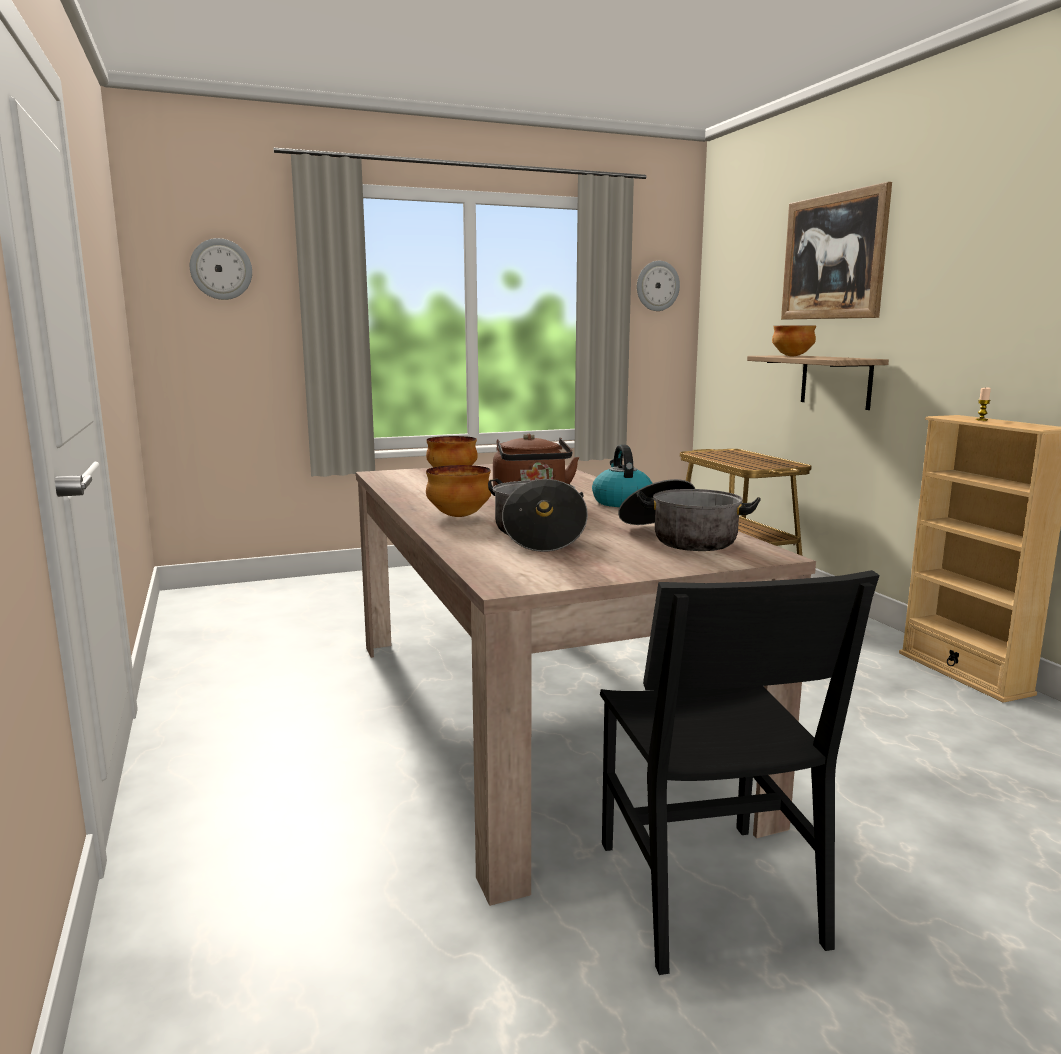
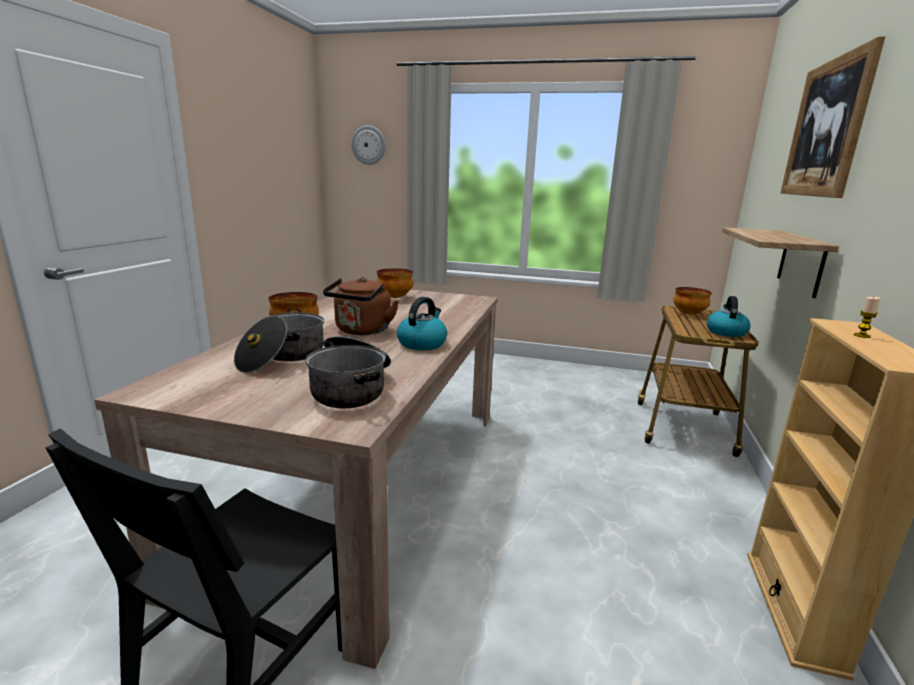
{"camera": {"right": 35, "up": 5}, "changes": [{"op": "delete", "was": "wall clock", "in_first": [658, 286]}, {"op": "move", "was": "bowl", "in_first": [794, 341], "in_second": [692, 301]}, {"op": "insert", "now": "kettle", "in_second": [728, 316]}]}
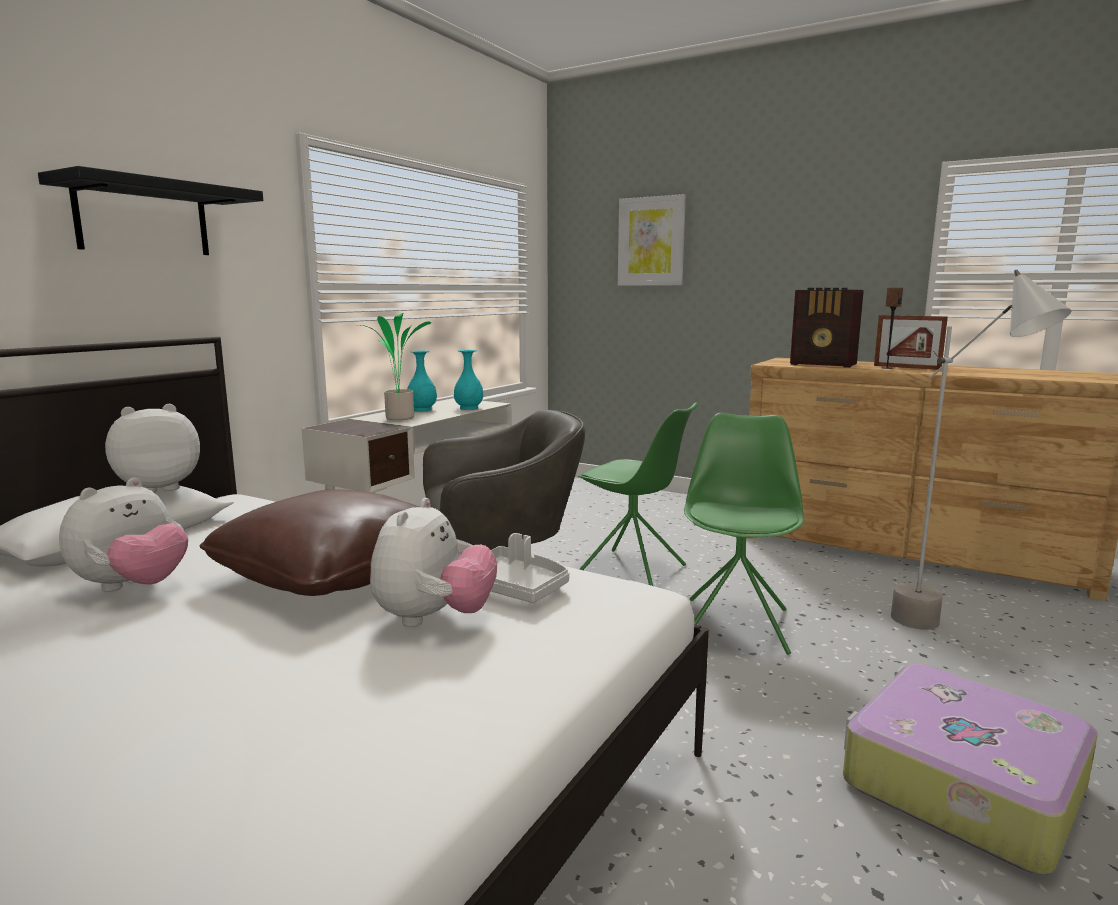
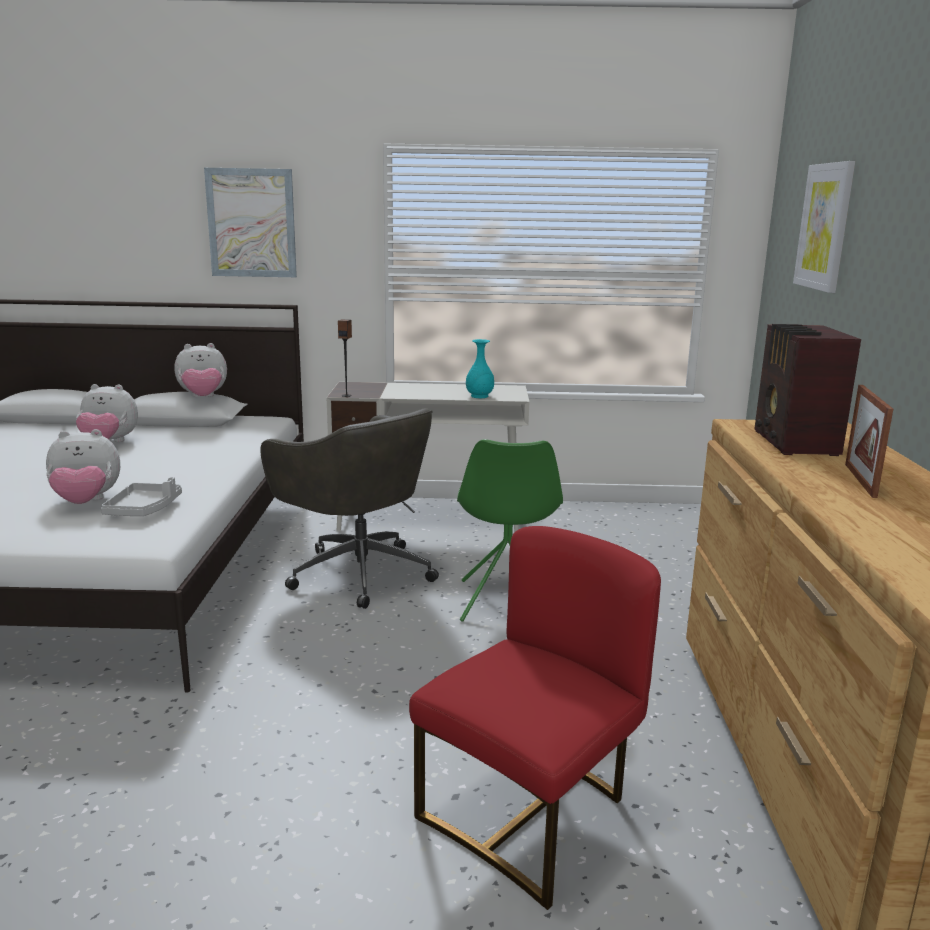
{"camera": {"right": 60, "up": 5}, "changes": [{"op": "replace", "was": "blackish bracket shelf", "now": "picture", "in_first": [150, 210], "in_second": [250, 222]}, {"op": "rotate", "was": "soft toy", "in_first": [152, 448], "in_second": [200, 370], "clockwise": 135}, {"op": "delete", "was": "brown-coloured throw pillow", "in_first": [309, 542]}, {"op": "delete", "was": "potted plant", "in_first": [393, 366]}, {"op": "delete", "was": "turquoise vase", "in_first": [422, 380]}, {"op": "delete", "was": "greenish plain chair", "in_first": [744, 534]}, {"op": "delete", "was": "travel case", "in_first": [970, 769]}, {"op": "move", "was": "loudspeaker", "in_first": [892, 328], "in_second": [345, 358]}, {"op": "replace", "was": "greyish standard lamp", "now": "red-coloured plain chair", "in_first": [981, 449], "in_second": [535, 718]}]}
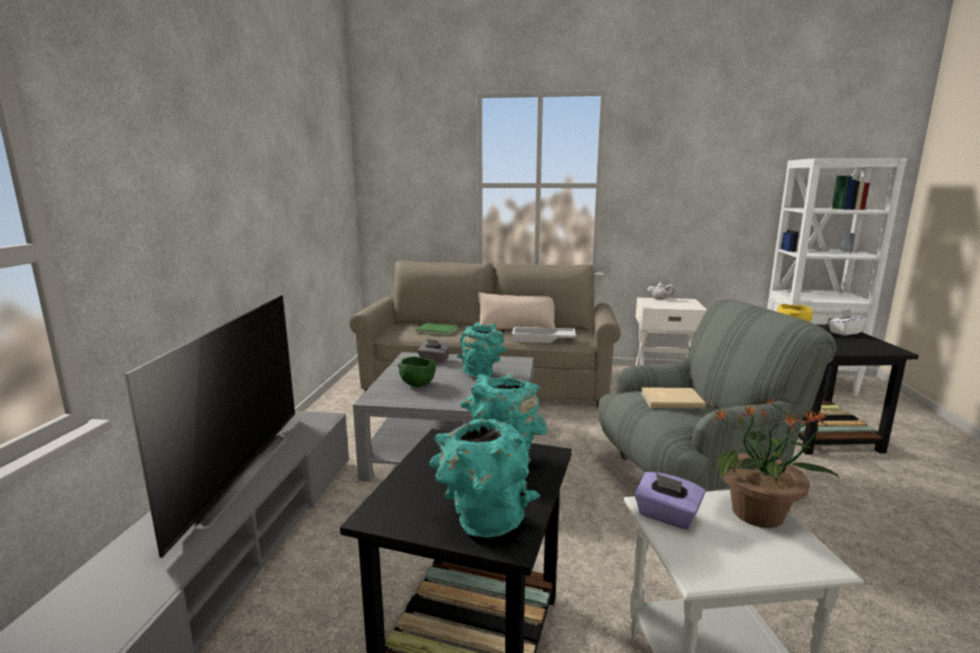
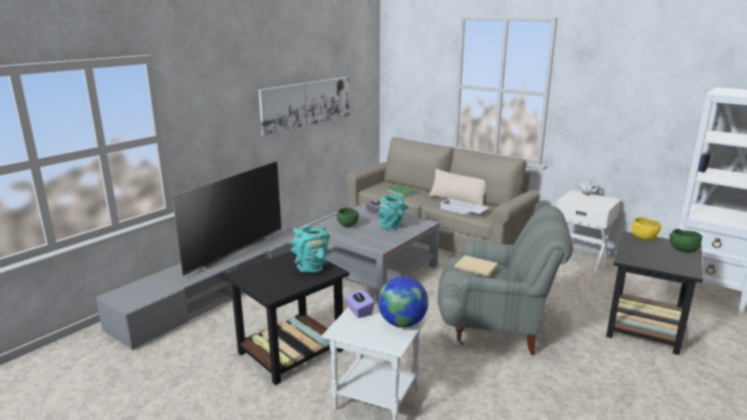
{"camera": {"right": 30, "up": 5}, "changes": [{"op": "delete", "was": "turquoise vase", "in_first": [485, 478]}, {"op": "replace", "was": "potted plant", "now": "globe", "in_first": [775, 463], "in_second": [403, 301]}, {"op": "replace", "was": "whitish box of tissues", "now": "greenish bowl", "in_first": [847, 322], "in_second": [686, 241]}, {"op": "insert", "now": "picture", "in_second": [304, 106]}]}
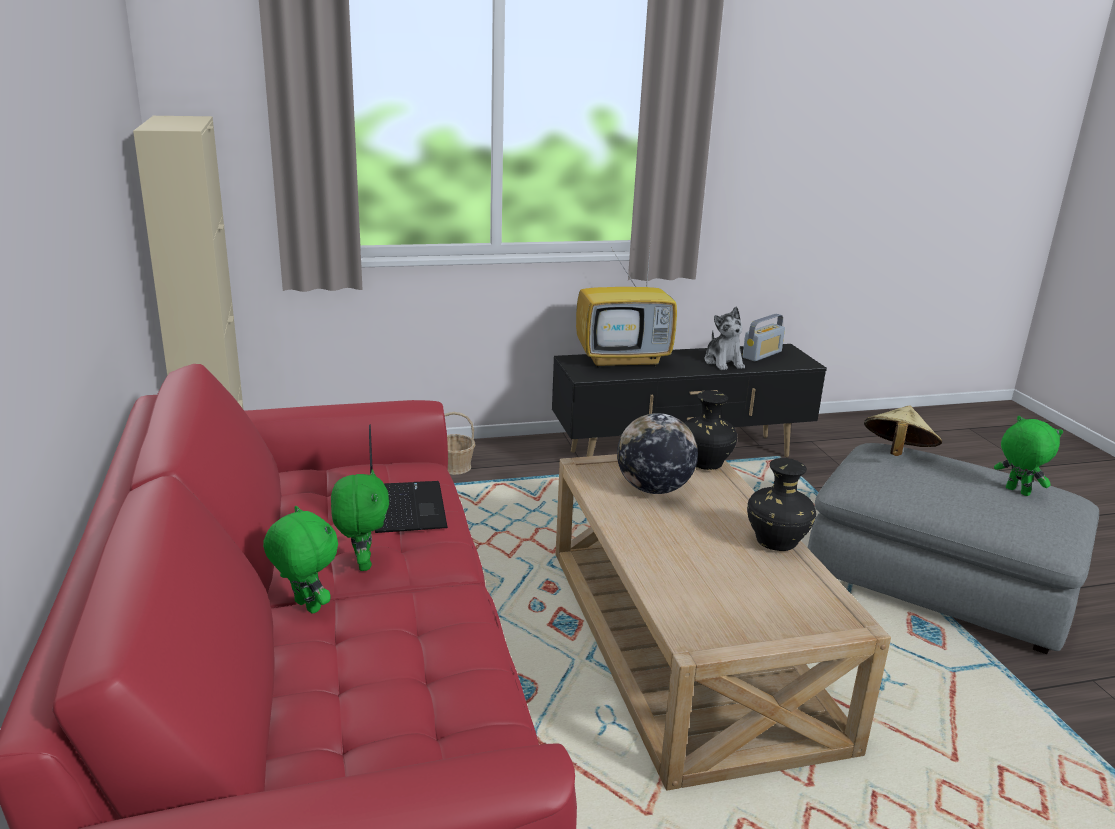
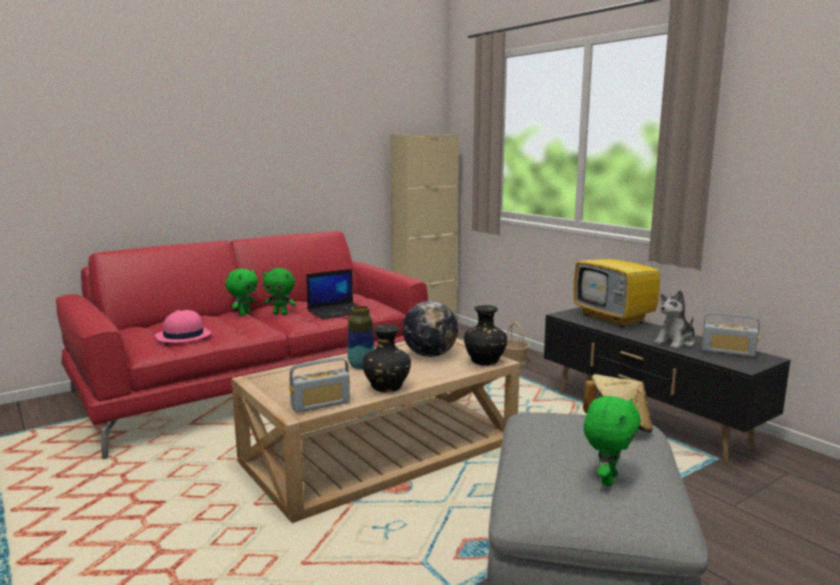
{"camera": {"right": 70, "up": -10}, "changes": [{"op": "rotate", "was": "greenish soft toy", "in_first": [360, 520], "in_second": [279, 291], "clockwise": 45}, {"op": "insert", "now": "pink-coloured hat", "in_second": [183, 326]}, {"op": "insert", "now": "radio receiver", "in_second": [320, 385]}, {"op": "insert", "now": "vase", "in_second": [360, 337]}]}
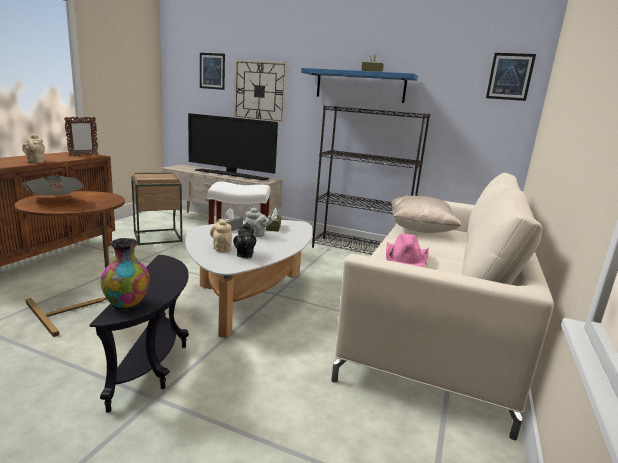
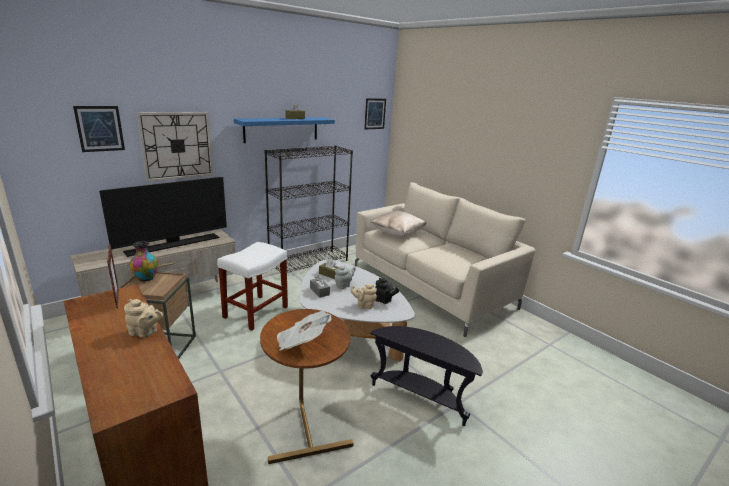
{"camera": {"right": -60, "up": 5}, "changes": [{"op": "move", "was": "vase", "in_first": [125, 274], "in_second": [144, 261]}, {"op": "delete", "was": "pink-coloured hat", "in_first": [407, 250]}]}
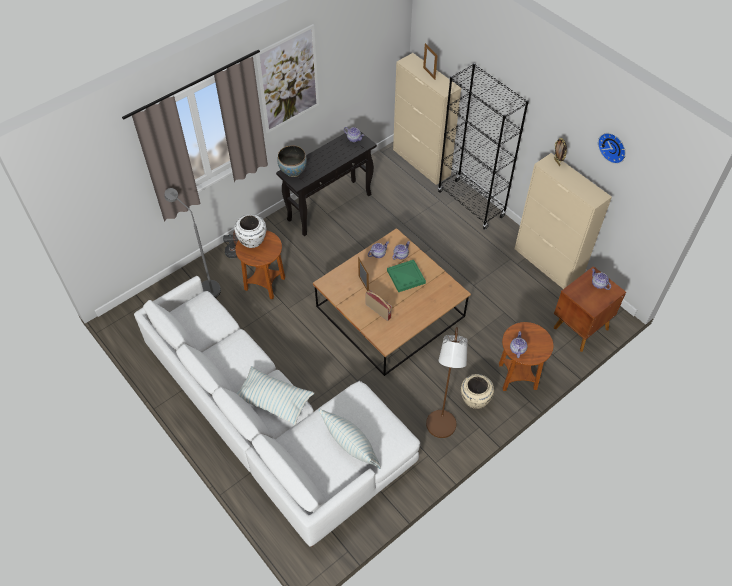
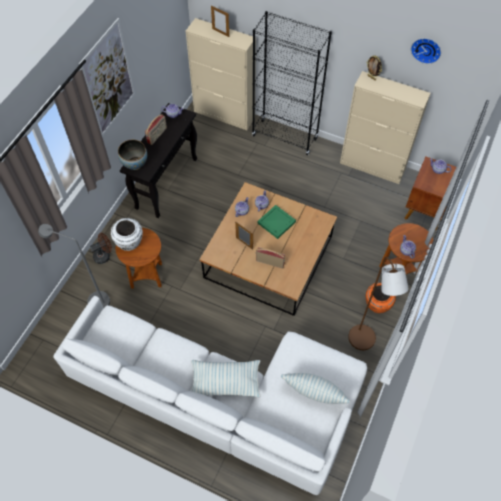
{"camera": {"right": -25, "up": 5}, "changes": [{"op": "recolor", "was": "sand-coloured vase", "now": "orange vase", "in_first": [477, 391], "in_second": [381, 297]}, {"op": "insert", "now": "radio receiver", "in_second": [156, 129]}]}
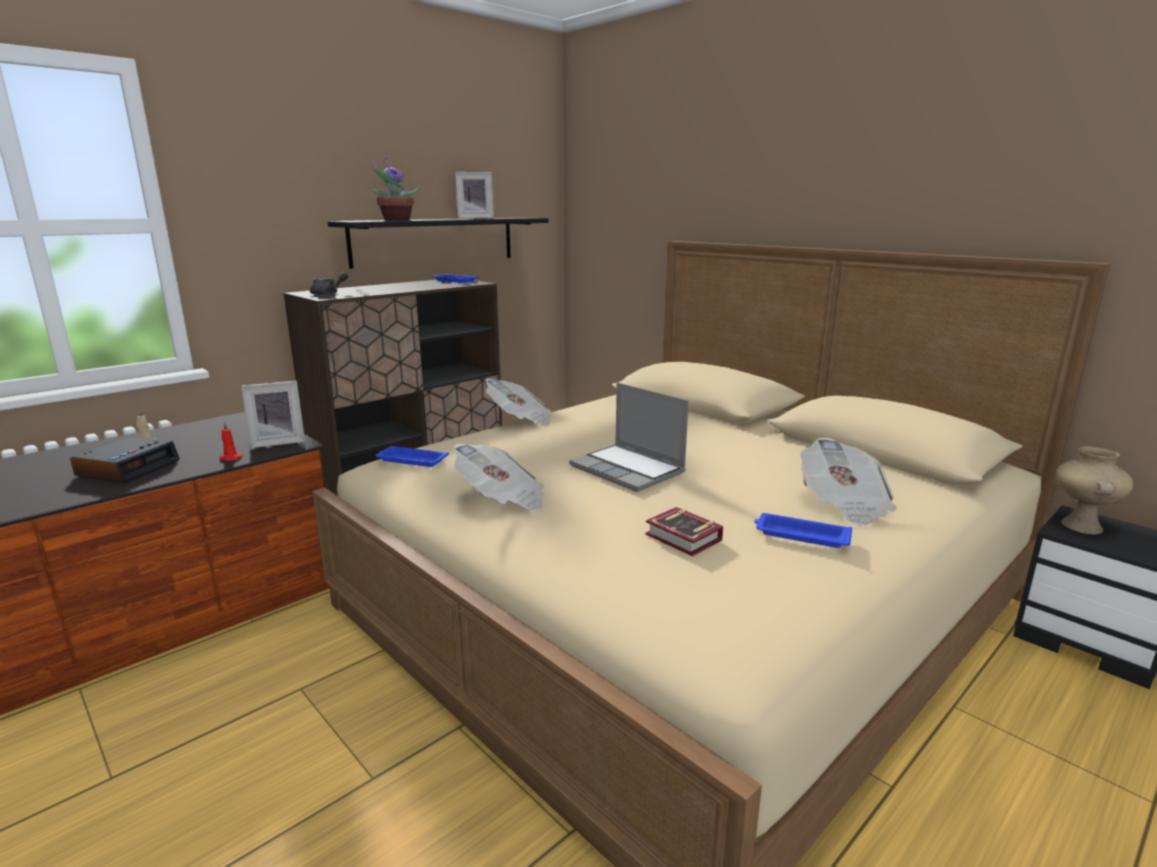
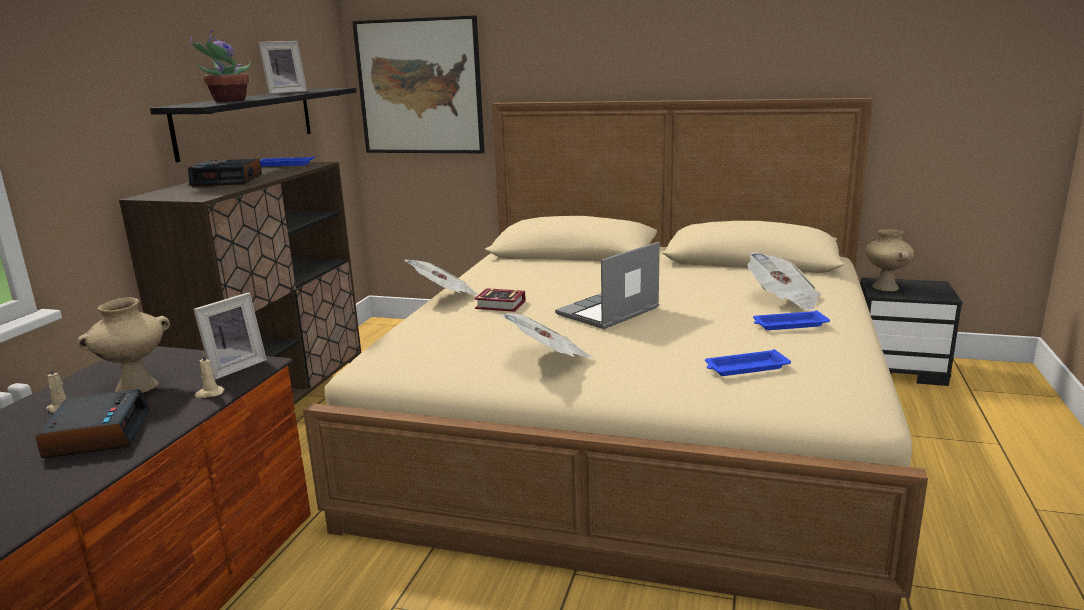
{"camera": {"right": -30, "up": 0}, "changes": [{"op": "recolor", "was": "red-coloured wax candle", "now": "sand-coloured wax candle", "in_first": [231, 441], "in_second": [209, 375]}, {"op": "delete", "was": "greyish teapot", "in_first": [329, 283]}, {"op": "move", "was": "blue carrying tray", "in_first": [412, 456], "in_second": [748, 362]}, {"op": "rotate", "was": "notebook computer", "in_first": [629, 437], "in_second": [607, 285], "clockwise": 120}, {"op": "move", "was": "bound book", "in_first": [684, 531], "in_second": [500, 300]}, {"op": "insert", "now": "sand-coloured vase", "in_second": [123, 345]}, {"op": "insert", "now": "bedside clock", "in_second": [225, 172]}, {"op": "insert", "now": "picture", "in_second": [418, 84]}]}
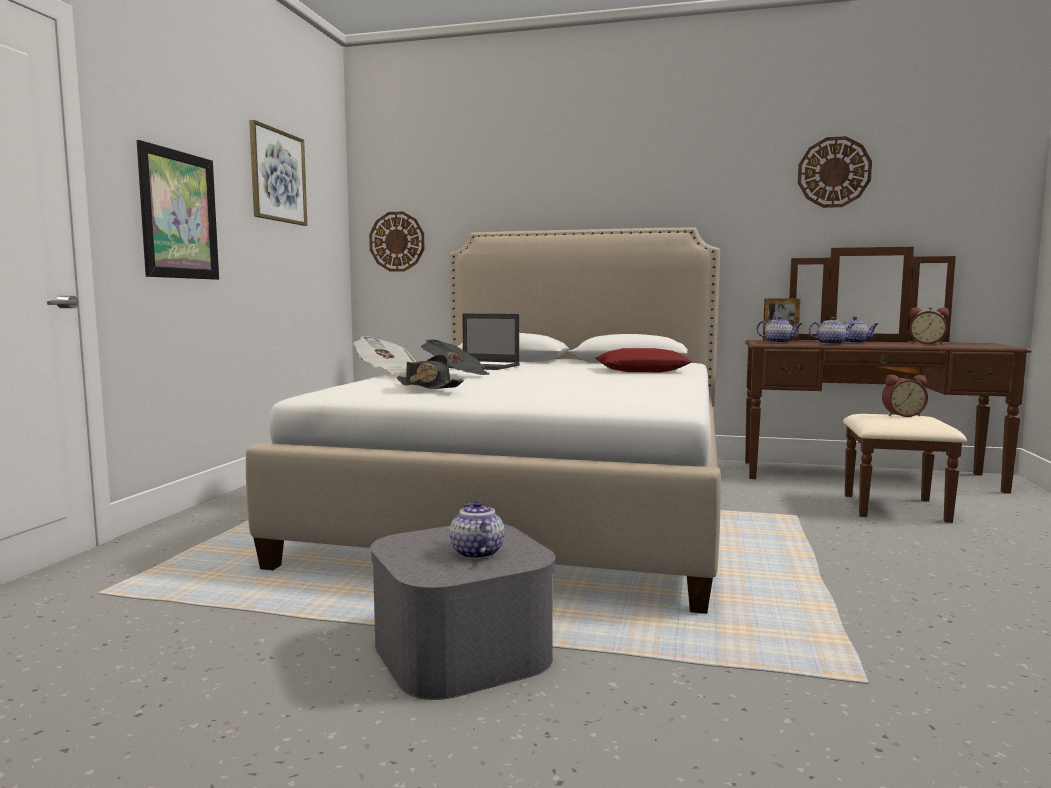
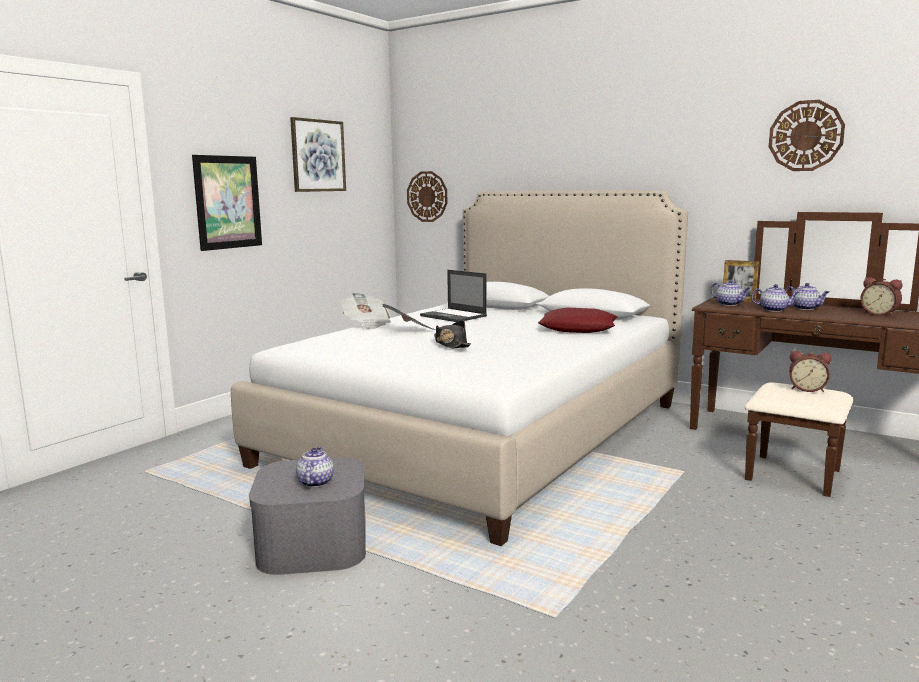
{"camera": {"right": 20, "up": 5}, "changes": [{"op": "move", "was": "blackish hat", "in_first": [430, 371], "in_second": [452, 334]}]}
